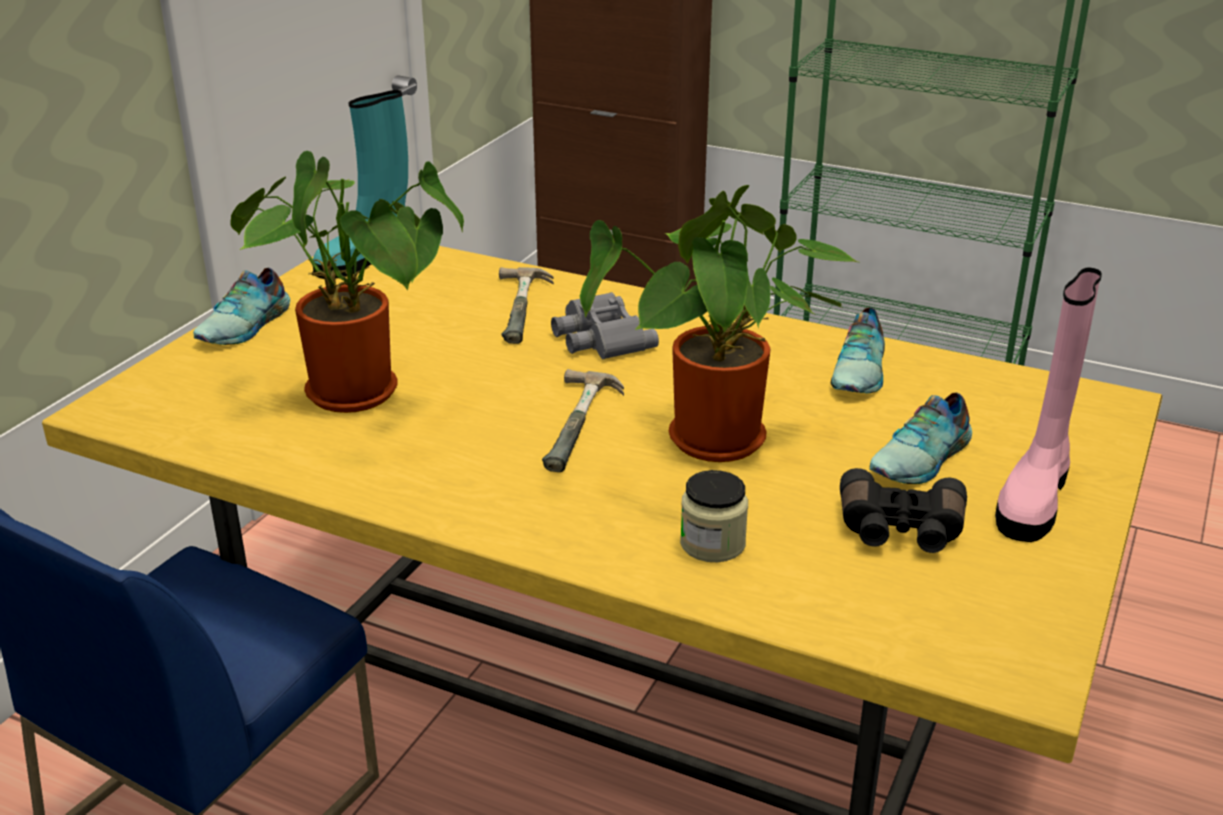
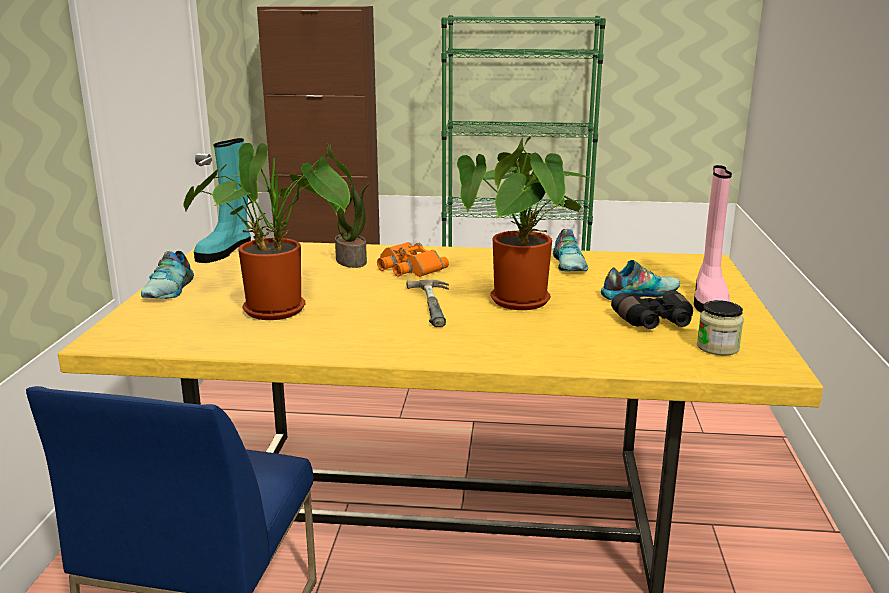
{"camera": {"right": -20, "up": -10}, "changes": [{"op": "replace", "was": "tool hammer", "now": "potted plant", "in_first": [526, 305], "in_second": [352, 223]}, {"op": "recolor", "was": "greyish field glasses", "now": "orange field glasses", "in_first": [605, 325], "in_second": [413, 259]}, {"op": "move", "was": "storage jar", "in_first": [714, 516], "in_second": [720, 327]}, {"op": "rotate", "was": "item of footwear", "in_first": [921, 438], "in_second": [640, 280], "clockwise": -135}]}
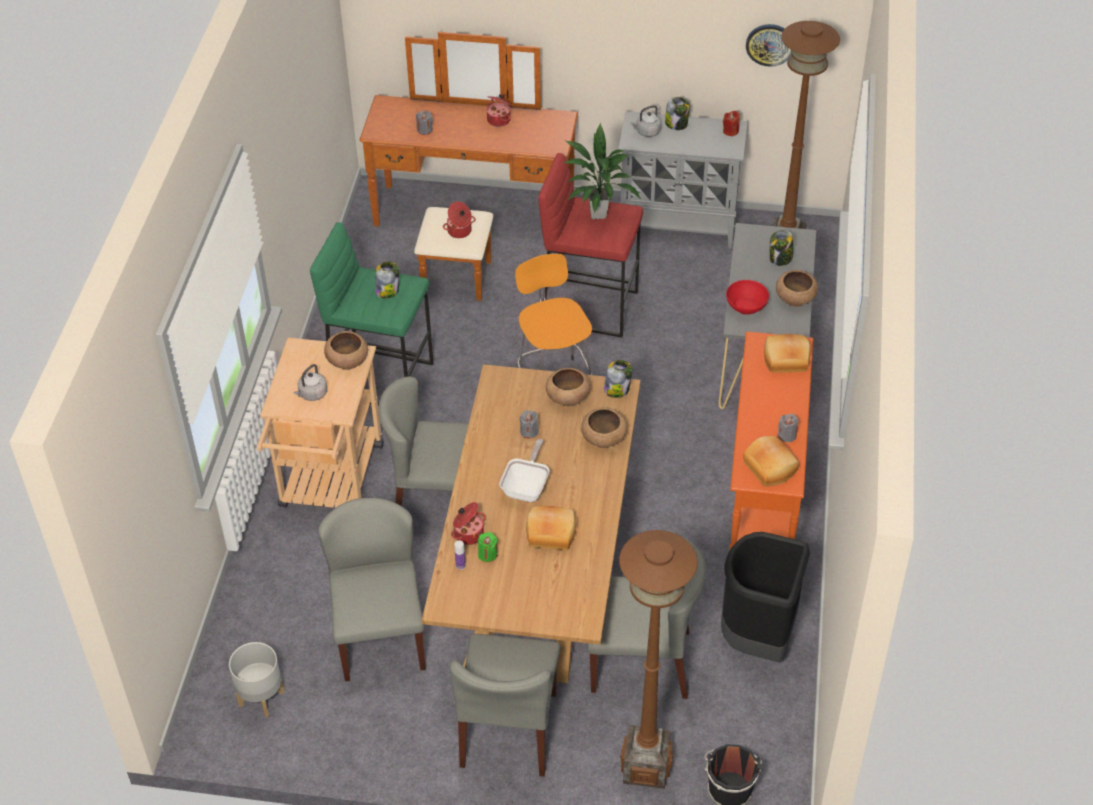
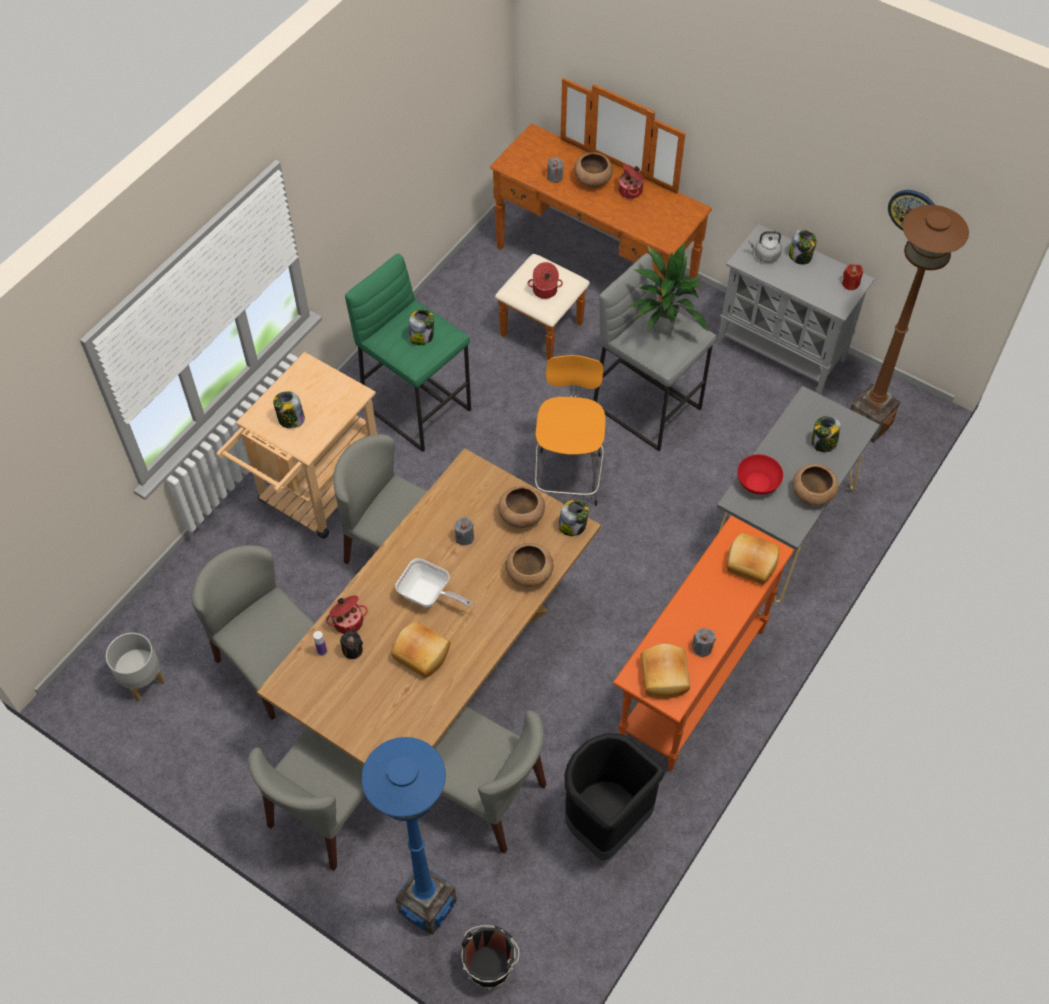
{"camera": {"right": 25, "up": 10}, "changes": [{"op": "replace", "was": "greyish kettle", "now": "storage jar", "in_first": [310, 382], "in_second": [289, 409]}, {"op": "rotate", "was": "greyish plain chair", "in_first": [372, 590], "in_second": [253, 632], "clockwise": -60}, {"op": "move", "was": "brown-coloured bowl", "in_first": [346, 350], "in_second": [593, 170]}, {"op": "recolor", "was": "greenish wax candle", "now": "blackish wax candle", "in_first": [487, 547], "in_second": [351, 645]}, {"op": "rotate", "was": "frying pan", "in_first": [524, 470], "in_second": [433, 582], "clockwise": 75}, {"op": "recolor", "was": "red-coloured stool seat", "now": "greyish stool seat", "in_first": [590, 245], "in_second": [654, 352]}, {"op": "recolor", "was": "brown-coloured standard lamp", "now": "blue standard lamp", "in_first": [658, 659], "in_second": [409, 836]}]}
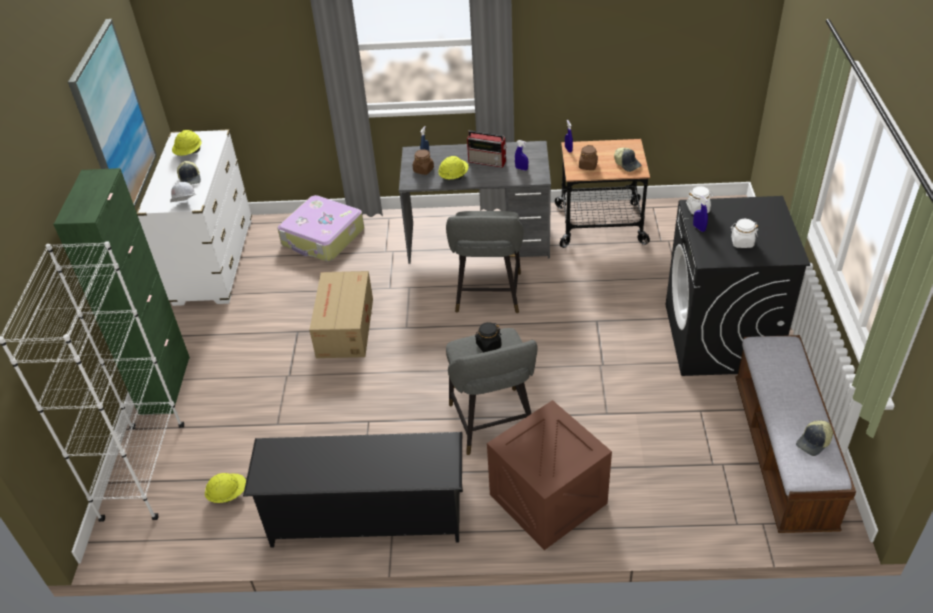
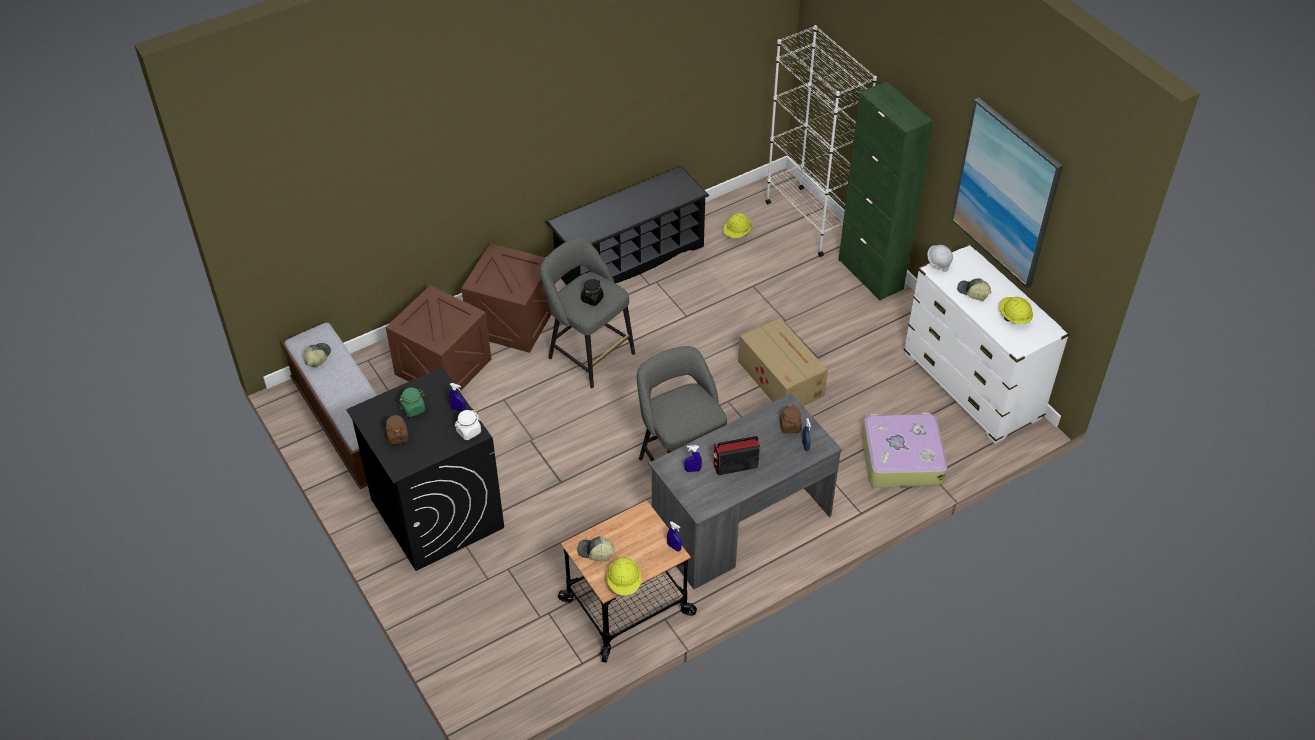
{"camera": {"right": 145, "up": 5}, "changes": [{"op": "move", "was": "yellow-coloured work helmet", "in_first": [453, 168], "in_second": [624, 576]}, {"op": "move", "was": "brown-coloured storage jar", "in_first": [588, 157], "in_second": [397, 429]}, {"op": "recolor", "was": "whitish storage jar", "now": "greenish storage jar", "in_first": [744, 233], "in_second": [412, 402]}, {"op": "insert", "now": "crate", "in_second": [438, 338]}]}
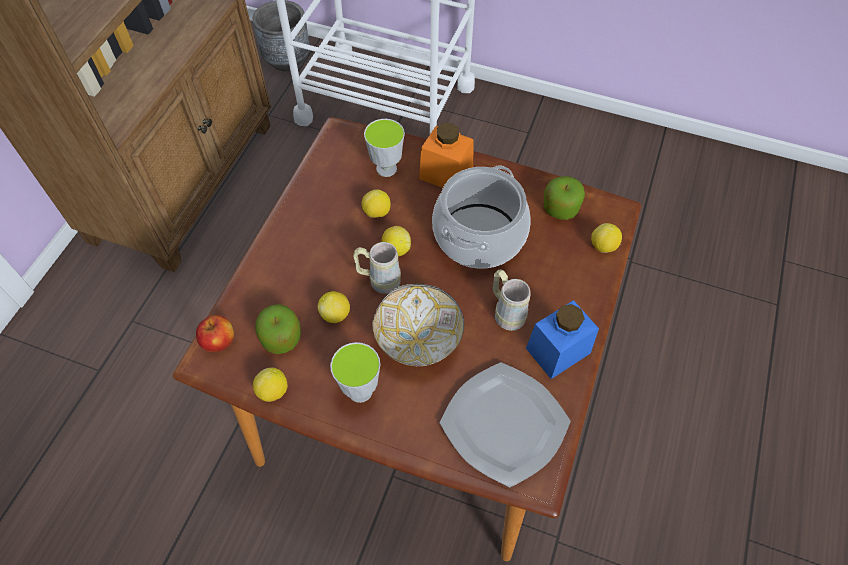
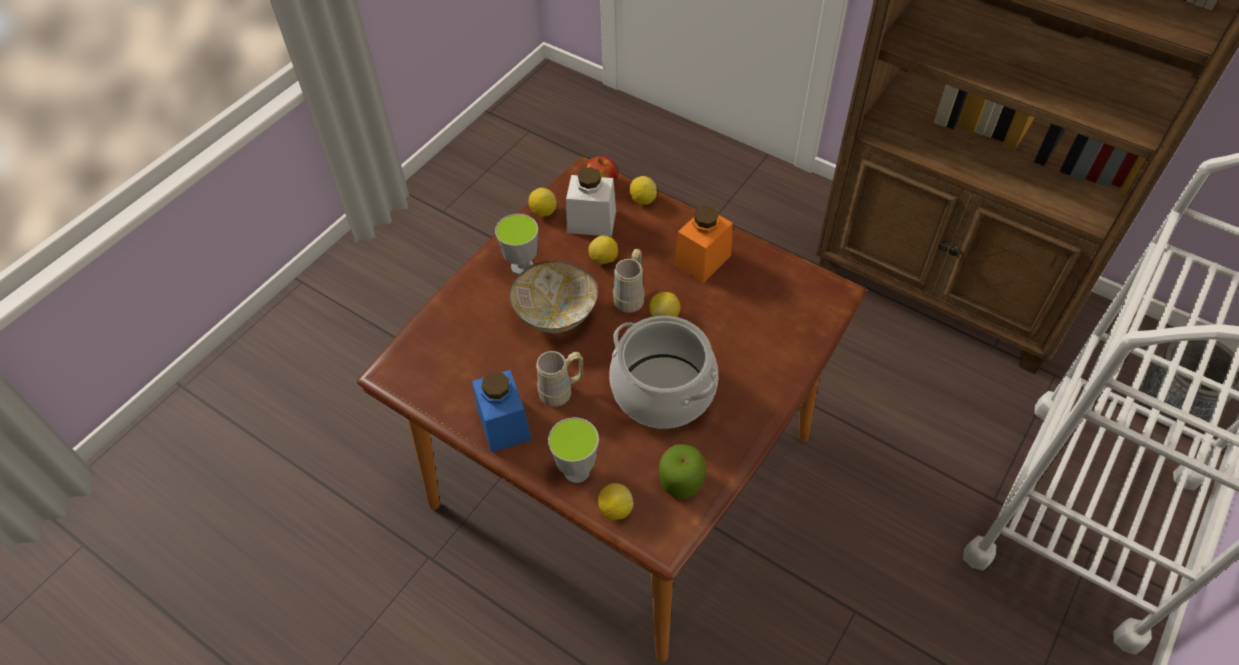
{"camera": {"right": 105, "up": -5}, "changes": [{"op": "replace", "was": "apple", "now": "whitish storage jar", "in_first": [278, 329], "in_second": [591, 202]}, {"op": "move", "was": "citrus fruit", "in_first": [376, 203], "in_second": [643, 190]}, {"op": "move", "was": "small cup", "in_first": [384, 148], "in_second": [573, 450]}, {"op": "move", "was": "orange storage jar", "in_first": [446, 155], "in_second": [703, 244]}, {"op": "delete", "was": "dinner plate", "in_first": [505, 424]}]}
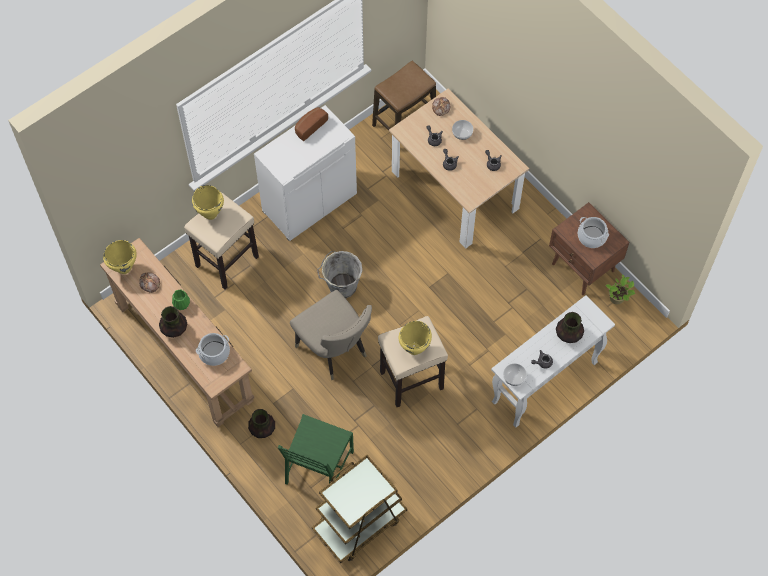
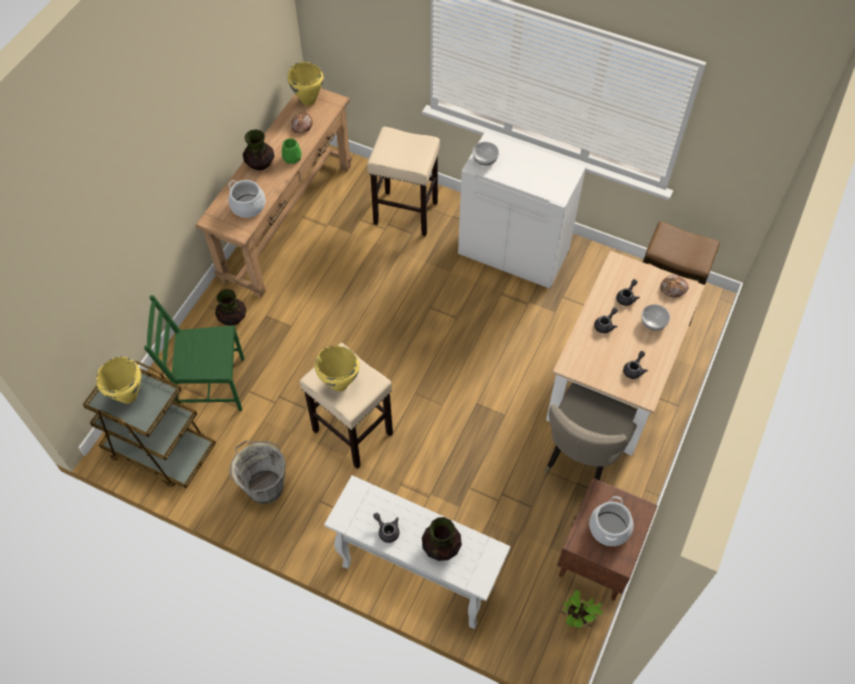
{"camera": {"right": 65, "up": -5}, "changes": [{"op": "move", "was": "yellow-coloured saucepot", "in_first": [208, 202], "in_second": [118, 380]}, {"op": "move", "was": "sand-coloured plain chair", "in_first": [331, 335], "in_second": [590, 431]}, {"op": "delete", "was": "baked bread", "in_first": [311, 124]}, {"op": "move", "was": "greyish pail", "in_first": [340, 274], "in_second": [257, 472]}, {"op": "move", "was": "bowl", "in_first": [515, 374], "in_second": [486, 154]}]}
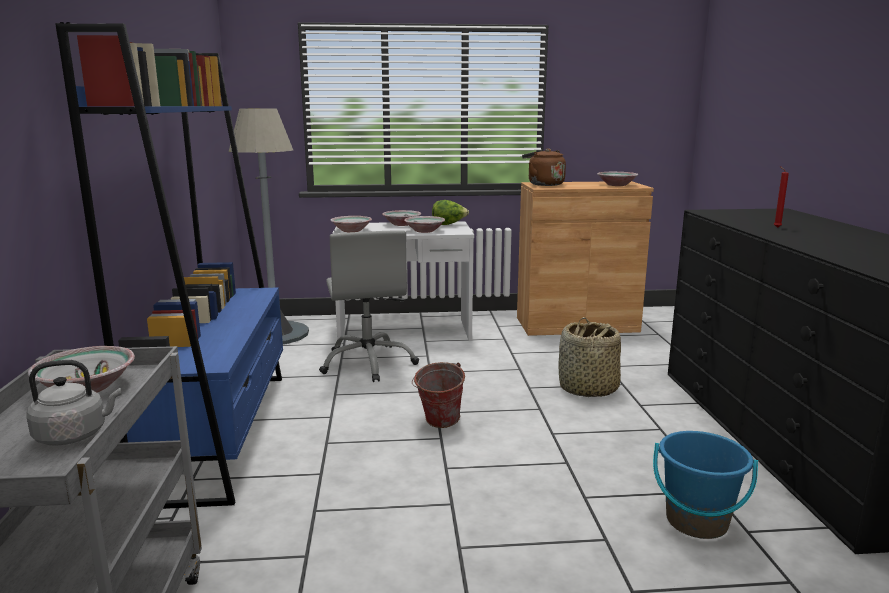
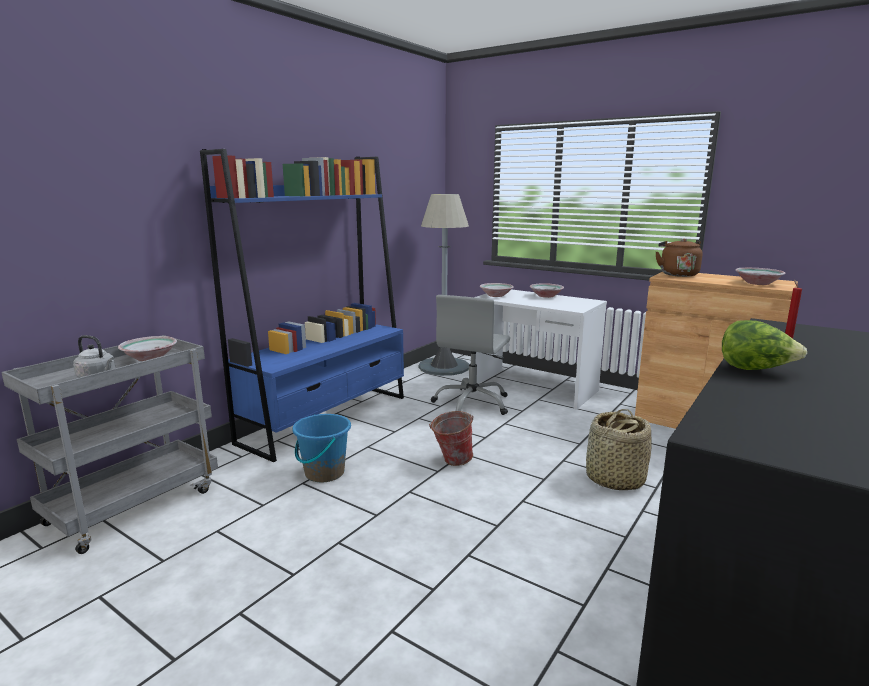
{"camera": {"right": 40, "up": 0}, "changes": [{"op": "delete", "was": "bowl", "in_first": [424, 224]}, {"op": "move", "was": "lettuce head", "in_first": [450, 212], "in_second": [764, 345]}, {"op": "move", "was": "blue pail", "in_first": [705, 485], "in_second": [321, 448]}]}
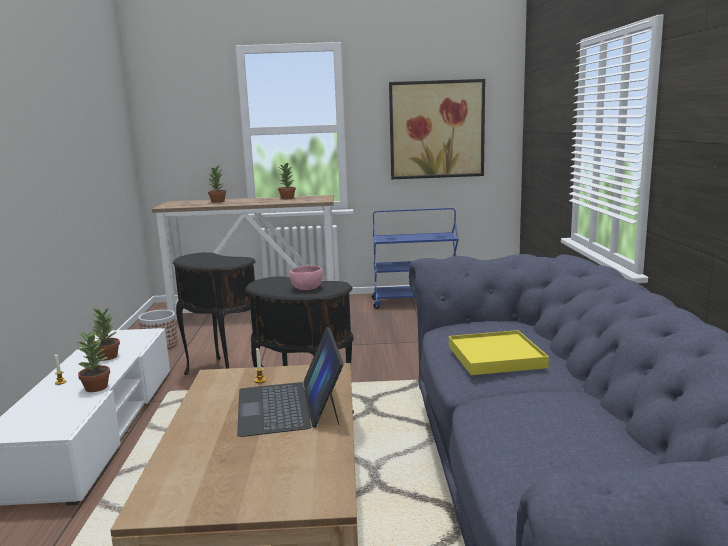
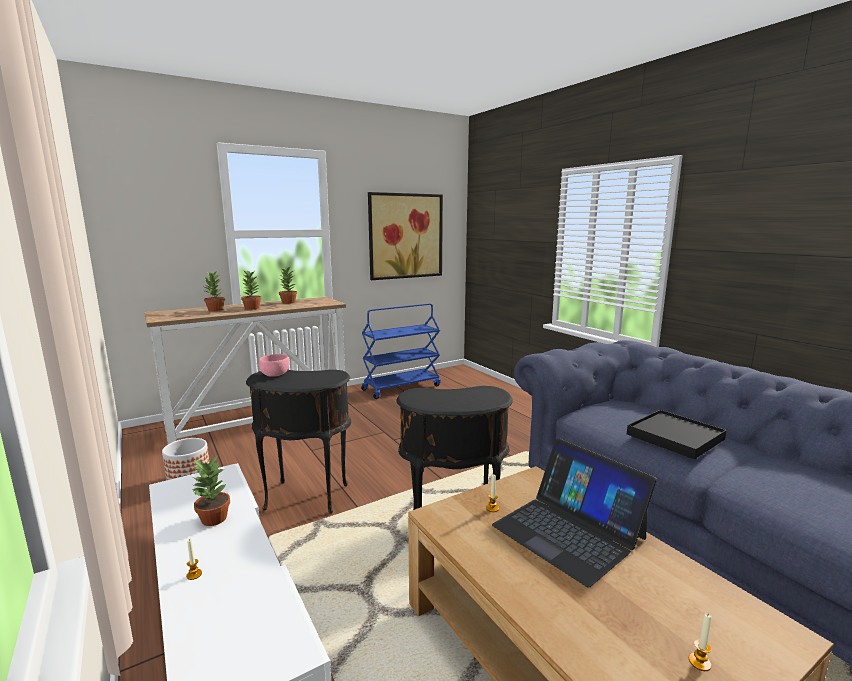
{"camera": {"right": -30, "up": 0}, "changes": [{"op": "move", "was": "potted plant", "in_first": [93, 361], "in_second": [251, 290]}, {"op": "move", "was": "pink-coloured bowl", "in_first": [306, 278], "in_second": [274, 365]}, {"op": "recolor", "was": "yellow-coloured carrying tray", "now": "blackish carrying tray", "in_first": [499, 352], "in_second": [677, 434]}, {"op": "insert", "now": "wax candle", "in_second": [700, 642]}]}
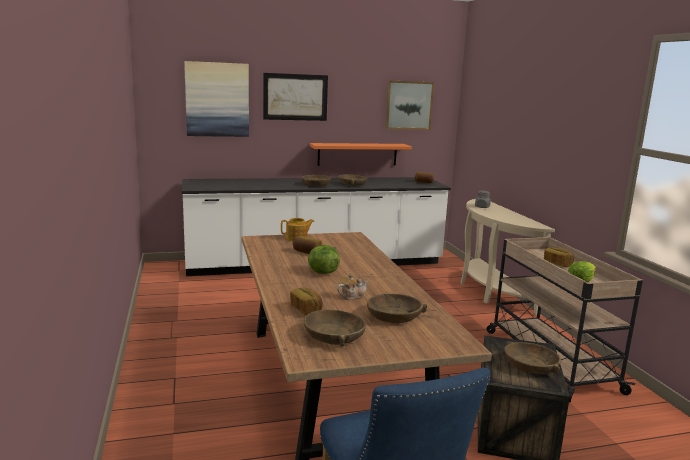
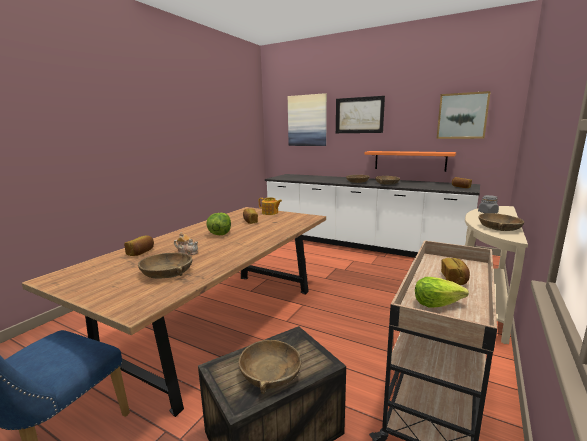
{"camera": {"right": 45, "up": 0}, "changes": [{"op": "move", "was": "brown-coloured bowl", "in_first": [335, 328], "in_second": [501, 222]}]}
